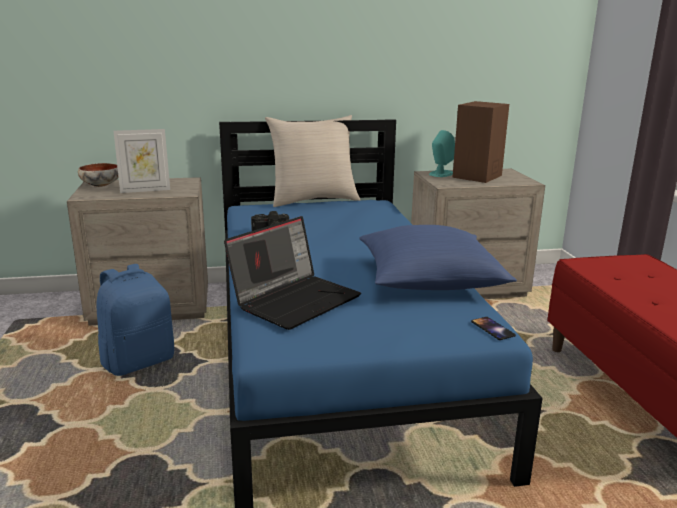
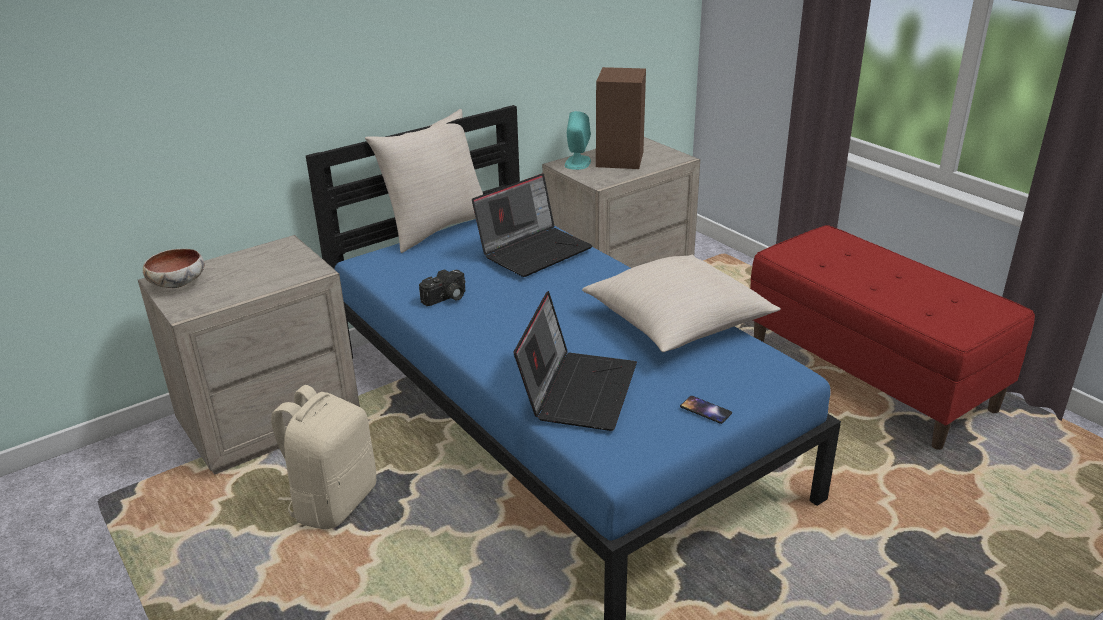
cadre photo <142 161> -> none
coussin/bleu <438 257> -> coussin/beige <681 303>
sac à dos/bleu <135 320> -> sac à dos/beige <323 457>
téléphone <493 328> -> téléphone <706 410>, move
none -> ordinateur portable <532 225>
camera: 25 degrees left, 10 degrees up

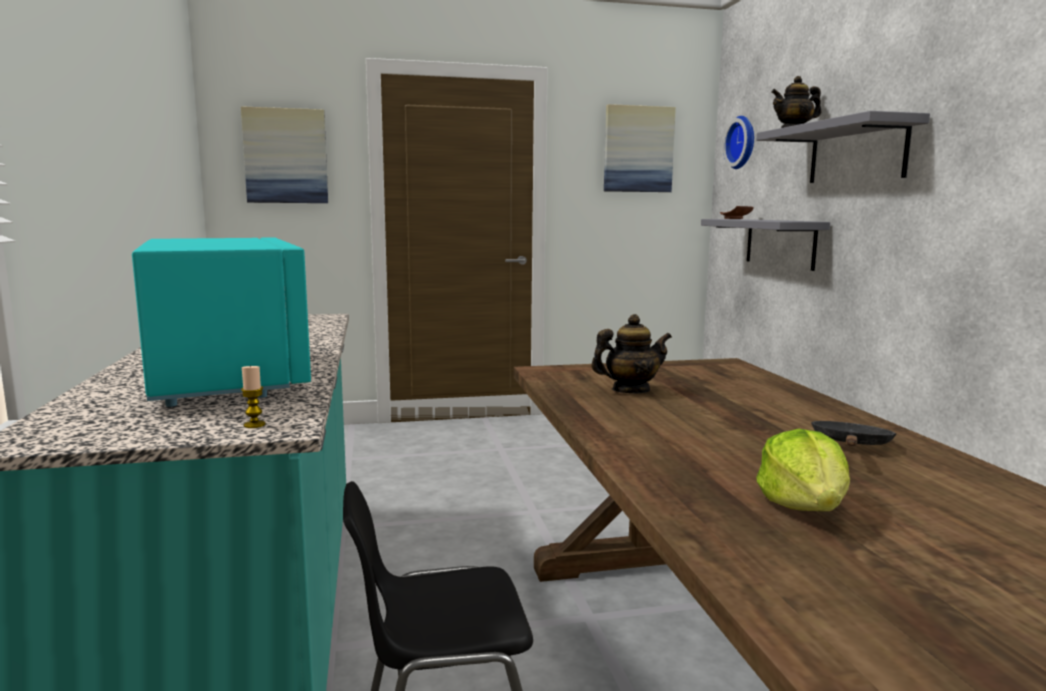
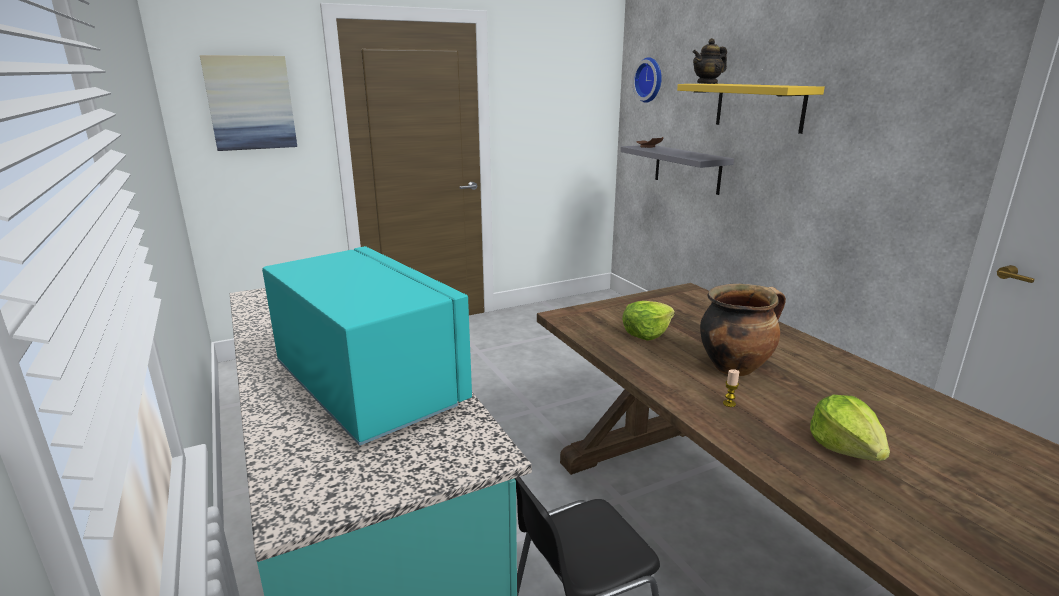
tableau <640 148> -> none
étagère/gris <843 147> -> étagère/jaune <751 109>
théière <631 353> -> laitue <648 321>
bougie <253 396> -> bougie <731 388>, move
poêle/noir <854 433> -> none
none -> marmite <743 330>
camera: 15 degrees left, 10 degrees up

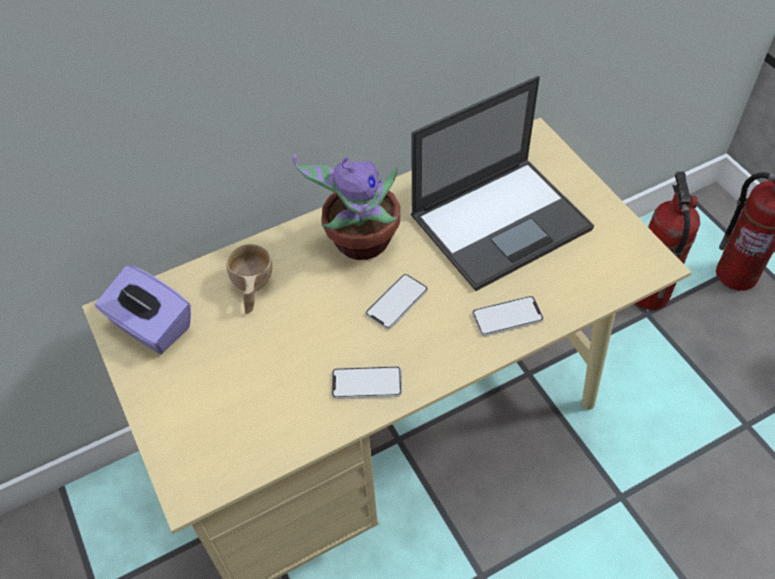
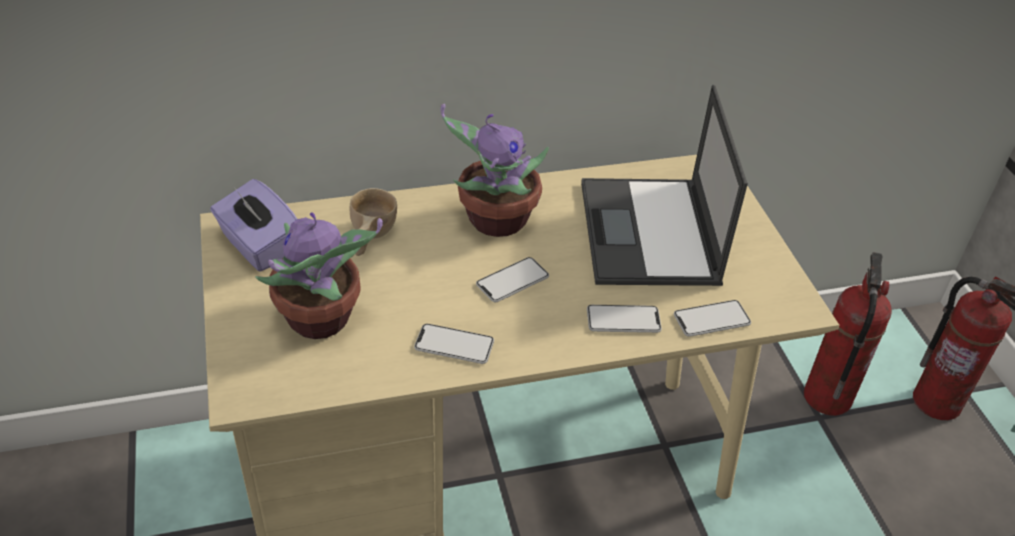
ordinateur portable <502 183> -> ordinateur portable <664 185>, 105 degrees clockwise
none -> plante en pot <319 275>
none -> téléphone <712 318>
camera: 10 degrees right, 10 degrees down

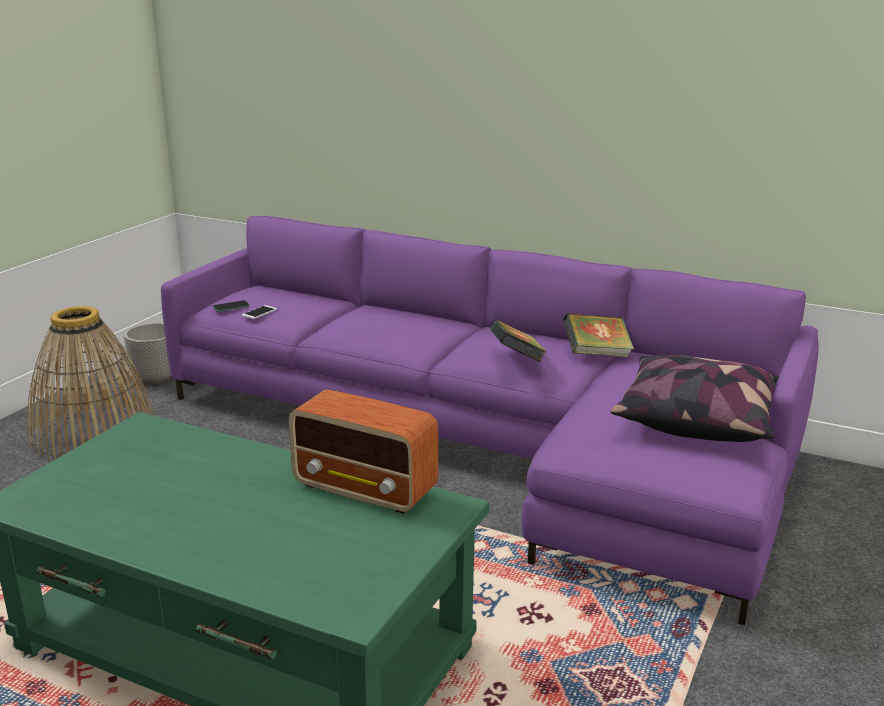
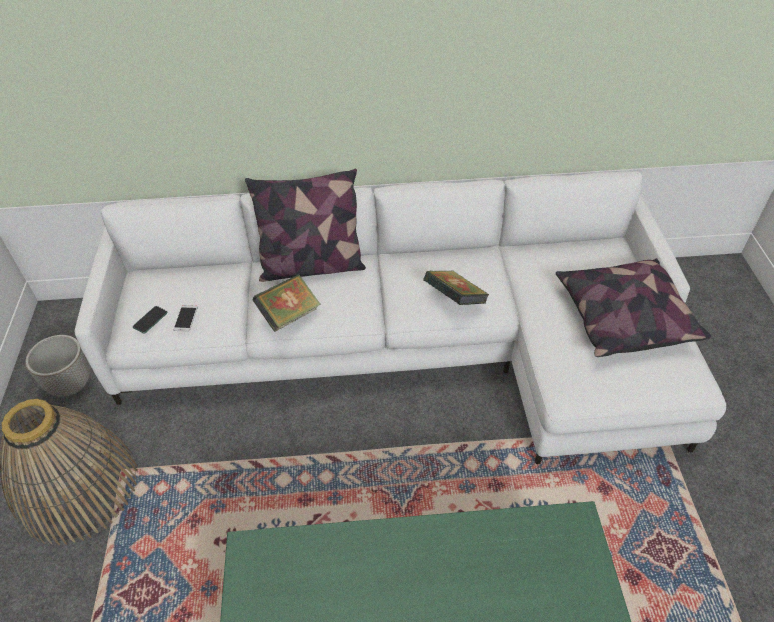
canapé/violet <490 421> -> canapé/blanc <400 317>
livre <598 335> -> livre <286 303>, move
radio <363 451> -> none
none -> coussin <305 225>
camera: 30 degrees left, 25 degrees up

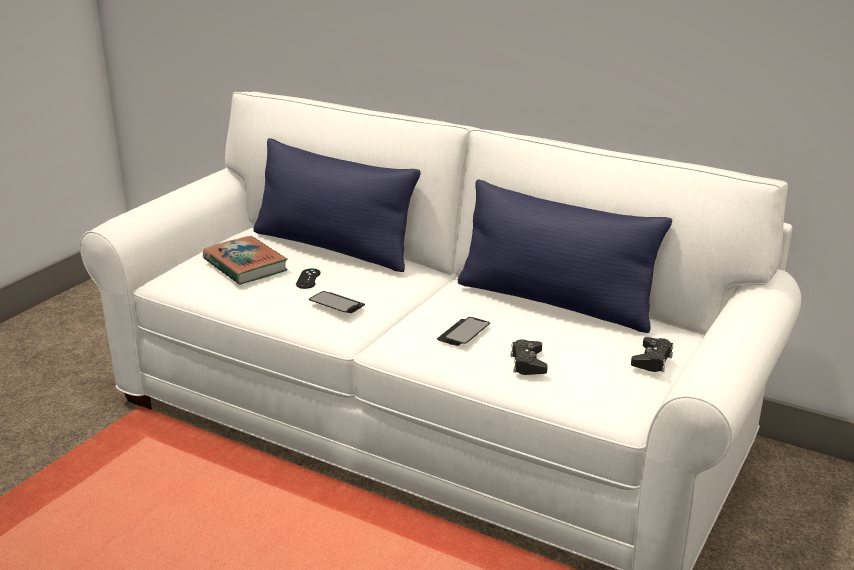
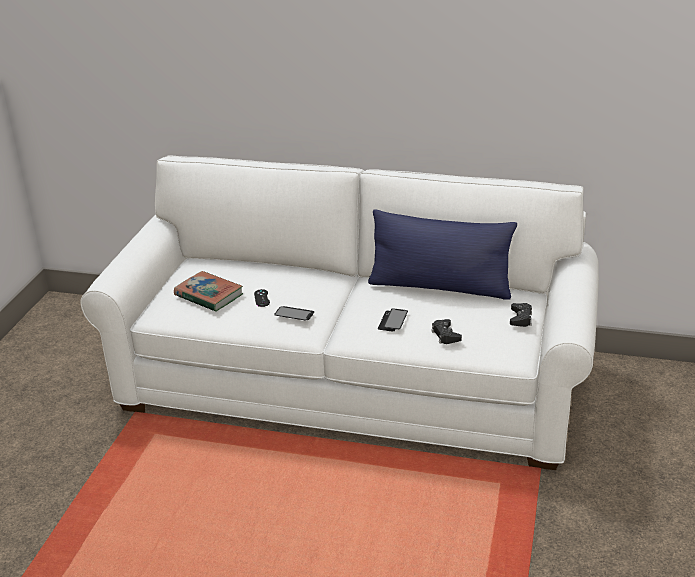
coussin/bleu <337 205> -> none
camera: 15 degrees left, 5 degrees up

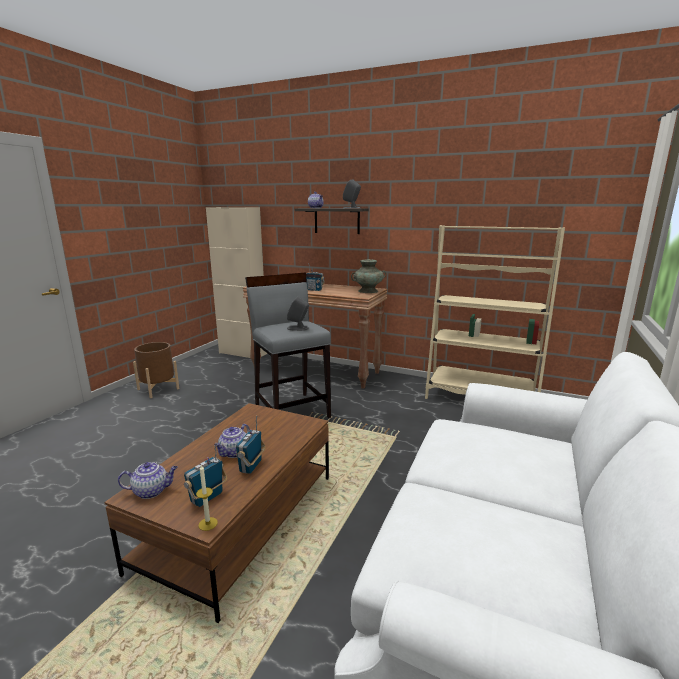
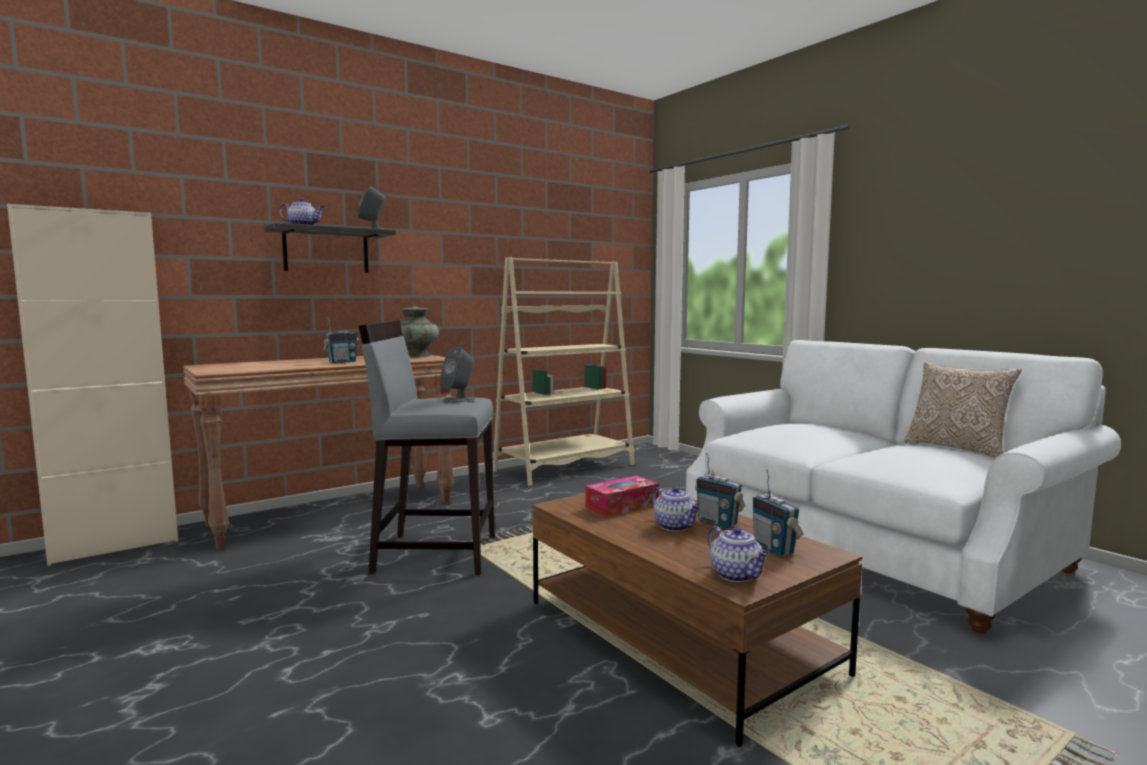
cache-pot/marron <156 370> -> none
théière <148 480> -> théière <738 554>, 135 degrees clockwise
bougie <207 498> -> none
none -> coussin <963 410>
none -> boîte à mouchoirs <622 497>
camera: 60 degrees left, 10 degrees down

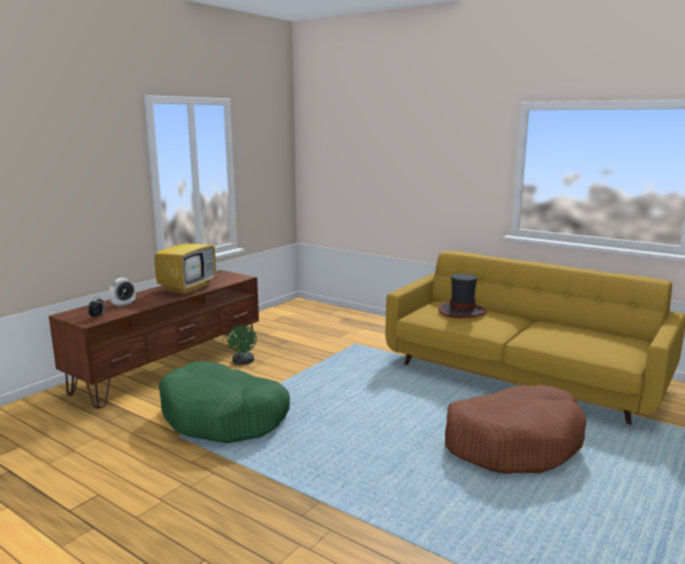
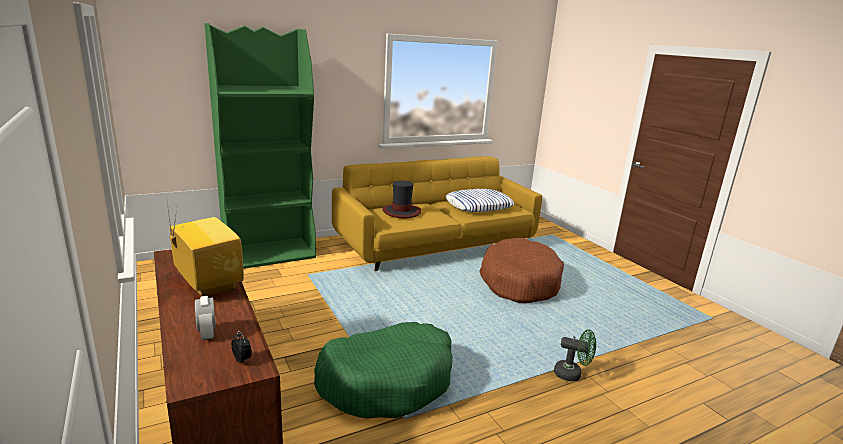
ventilateur/vert <242 345> -> ventilateur/vert <575 355>, move
none -> bibliothèque/vert <260 146>
none -> coussin <480 200>
camera: 65 degrees left, 5 degrees up

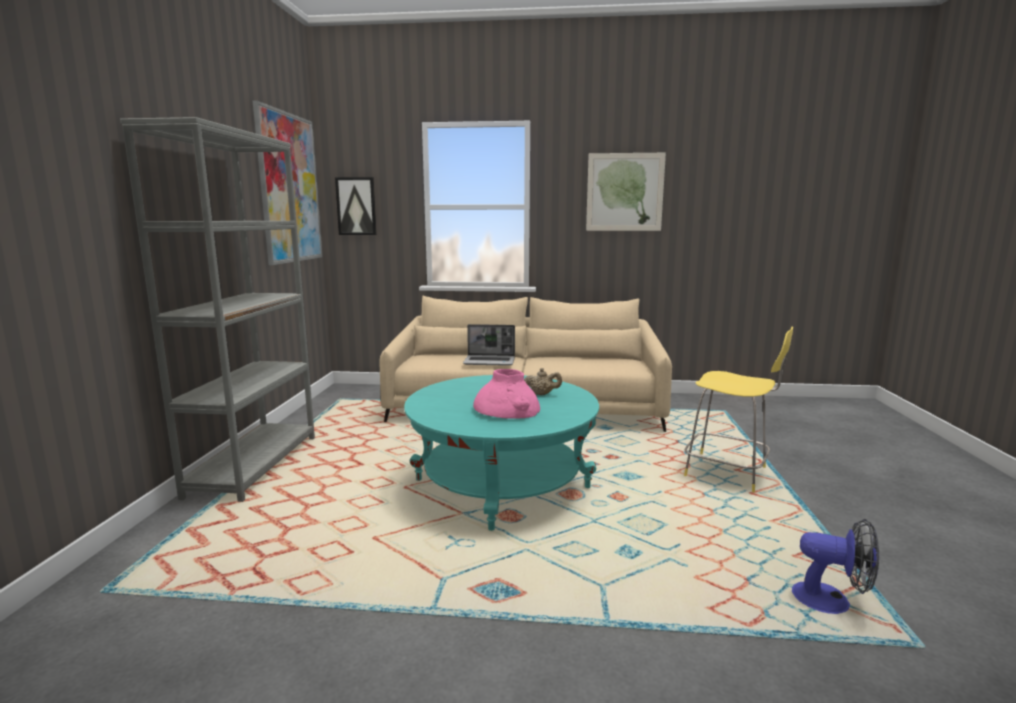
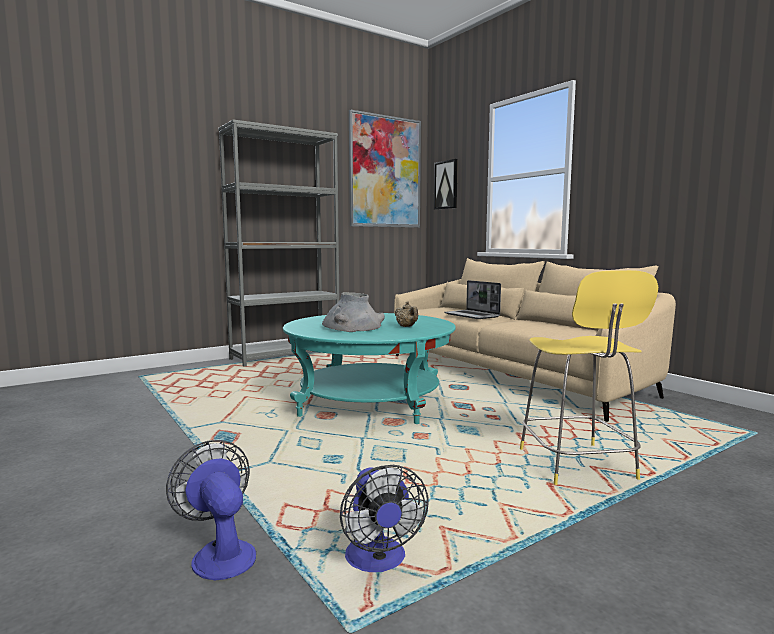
tableau <626 192> -> none
vase/rose <506 394> -> vase/gris <353 312>
none -> ventilateur <211 510>
camera: 50 degrees right, 5 degrees down

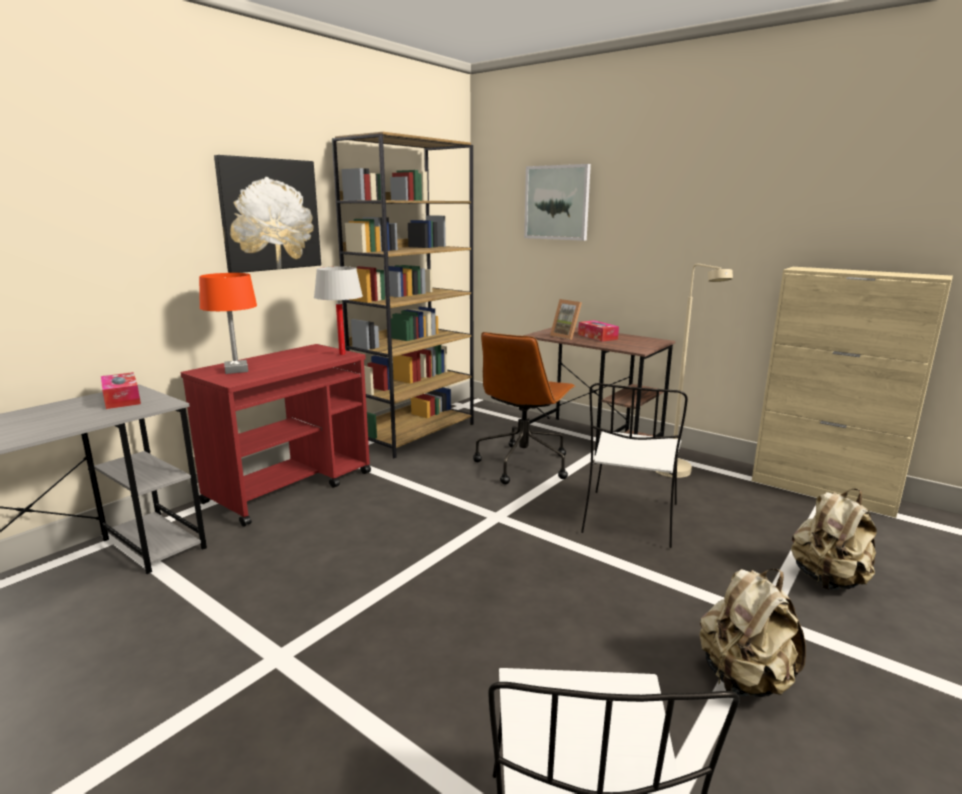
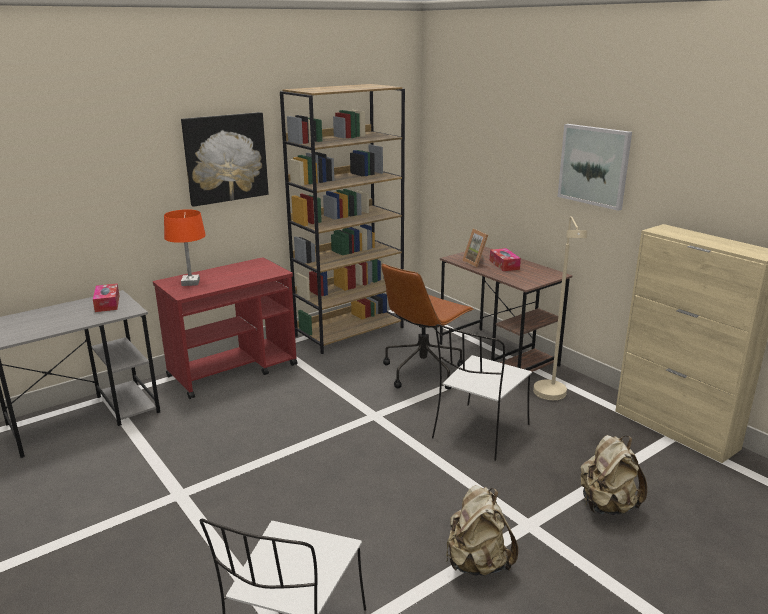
tableau <557 202> -> tableau <595 167>, move
lampe de table/blanc <338 311> -> none
camera: 15 degrees right, 5 degrees up

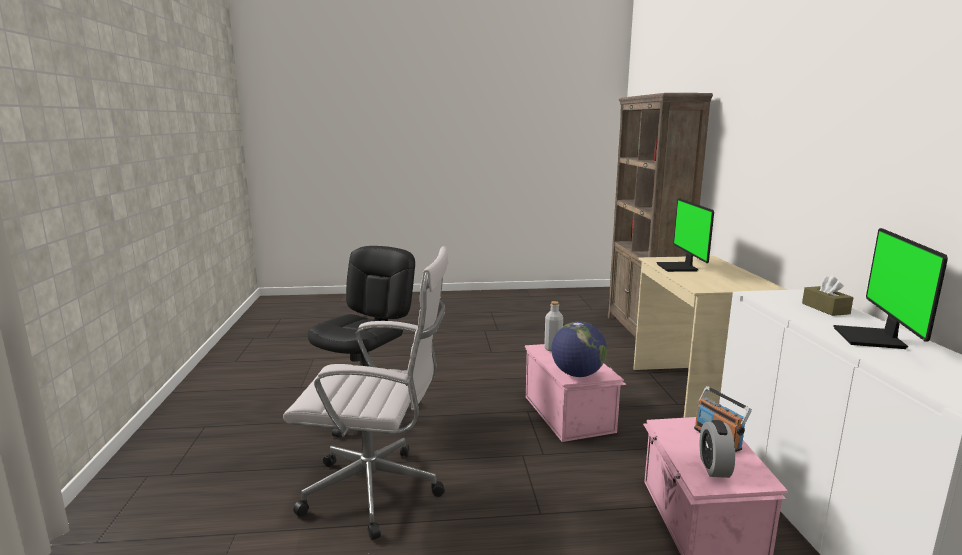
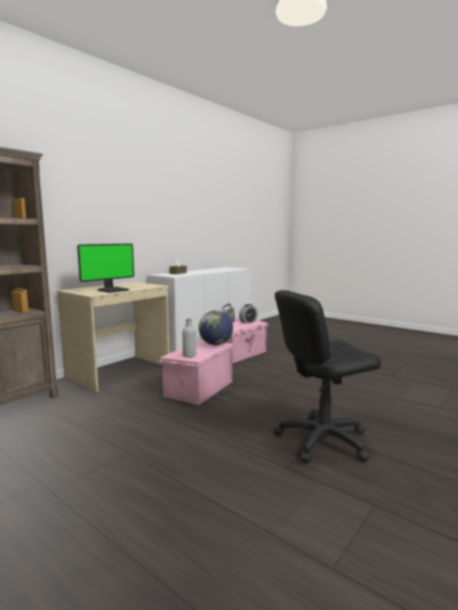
écran d'ordinateur <890 288> -> none
chaise de bureau/blanc <366 393> -> none
camera: 135 degrees left, 5 degrees down

